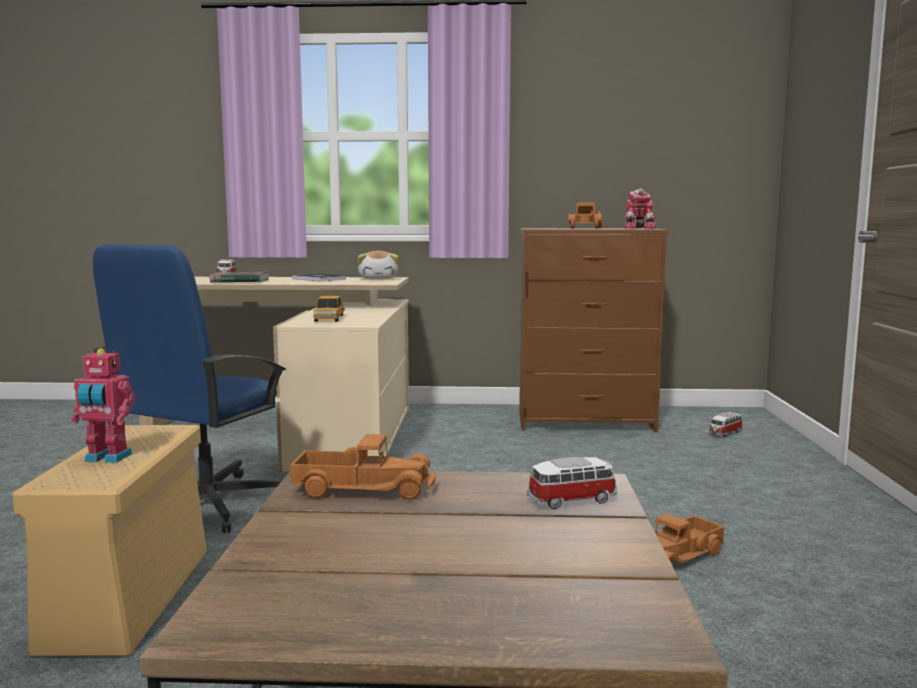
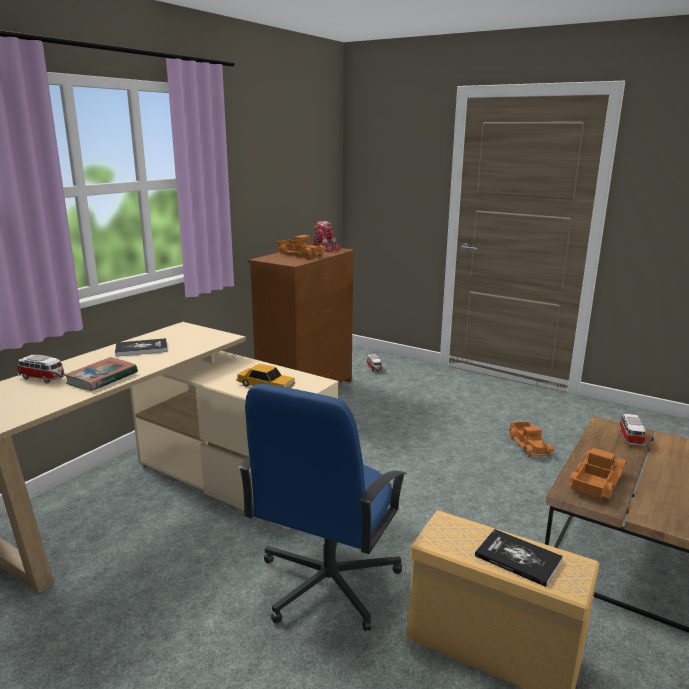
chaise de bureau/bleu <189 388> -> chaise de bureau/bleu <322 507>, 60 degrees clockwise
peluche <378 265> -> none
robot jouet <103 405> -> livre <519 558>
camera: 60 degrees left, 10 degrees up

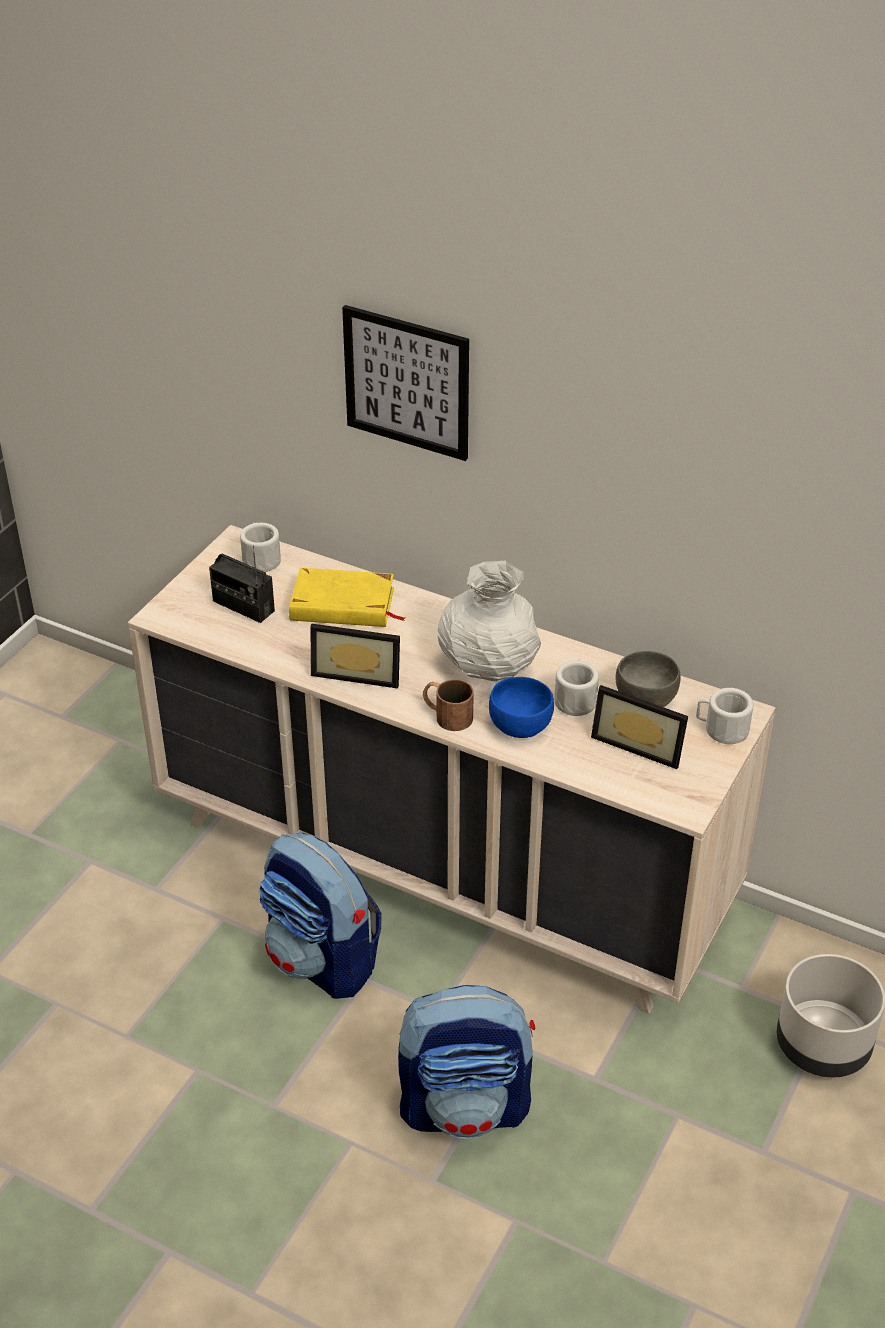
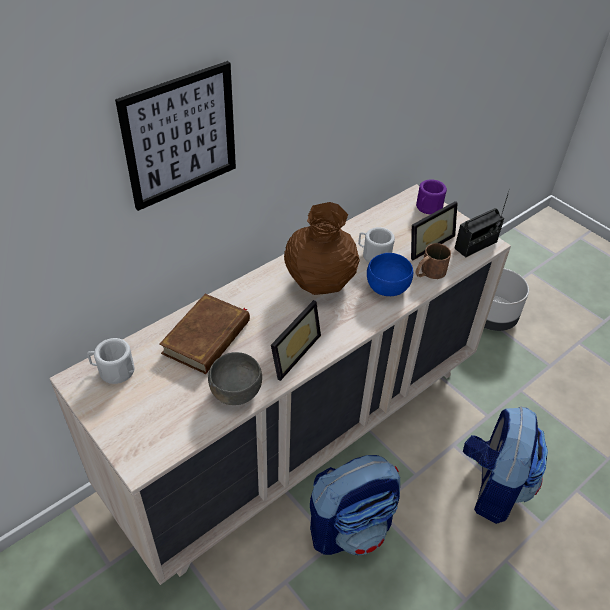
radio <242 584> -> radio <482 223>, move
vase/blanc <489 621> -> vase/marron <322 248>
livre/jaune <347 597> -> livre/marron <204 334>
bol/gris <648 679> -> bol/gris <235 378>, move
mug/marron <448 705> -> mug/marron <433 261>, move
mug/blanc <725 716> -> mug/violet <431 196>
camera: 70 degrees left, 5 degrees up

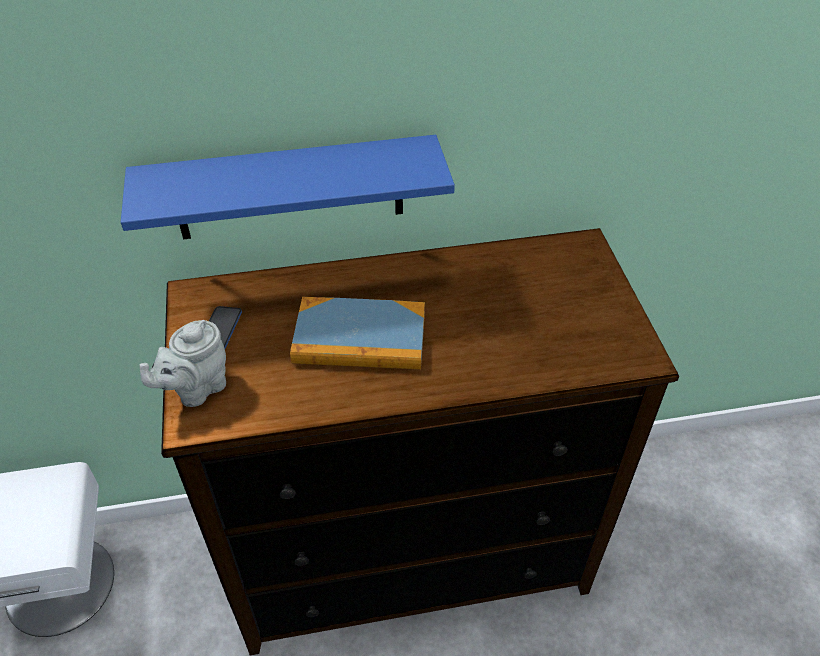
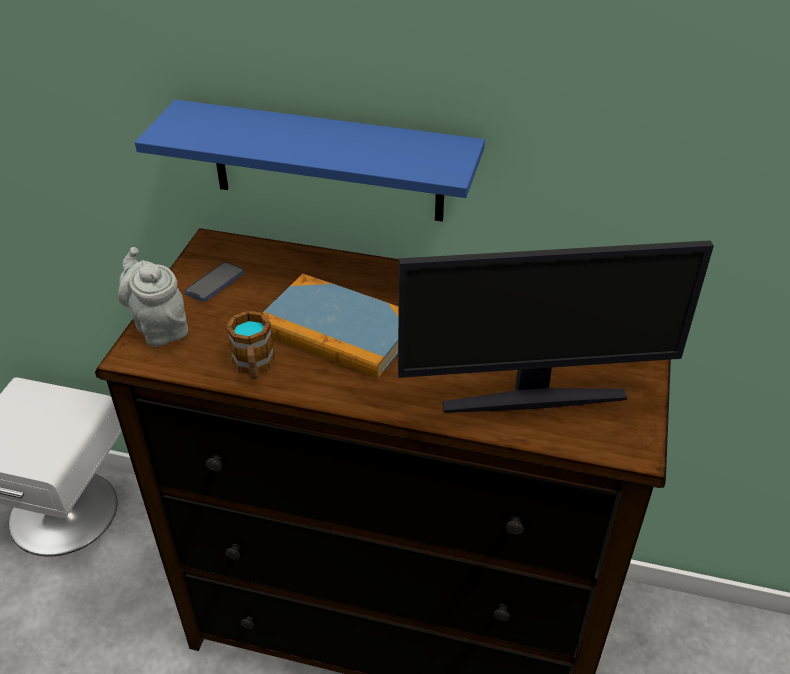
théière/gris <182 363> -> théière/gris <153 297>, 75 degrees clockwise
none -> écran d'ordinateur <556 326>
none -> mug <250 345>
camera: 25 degrees right, 5 degrees down

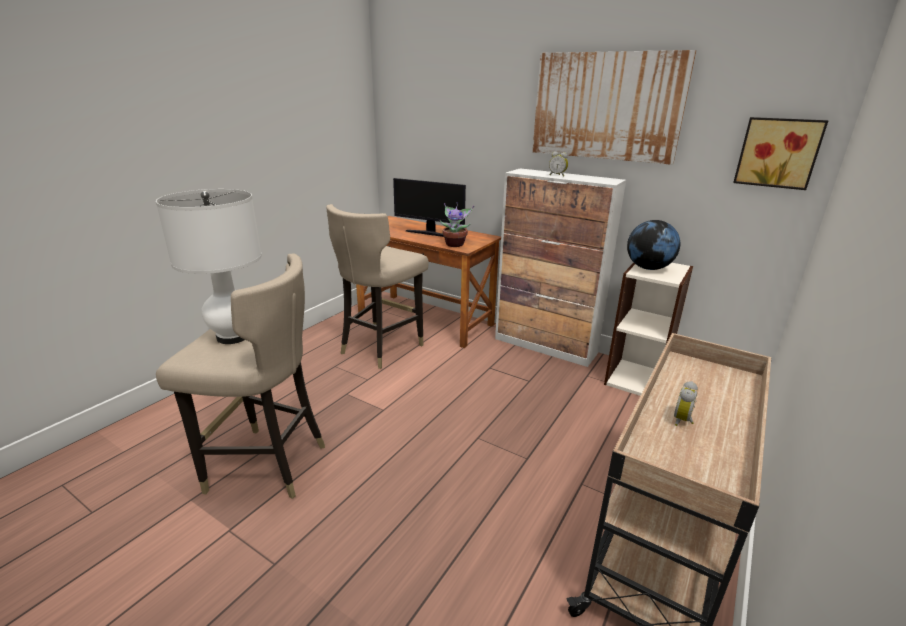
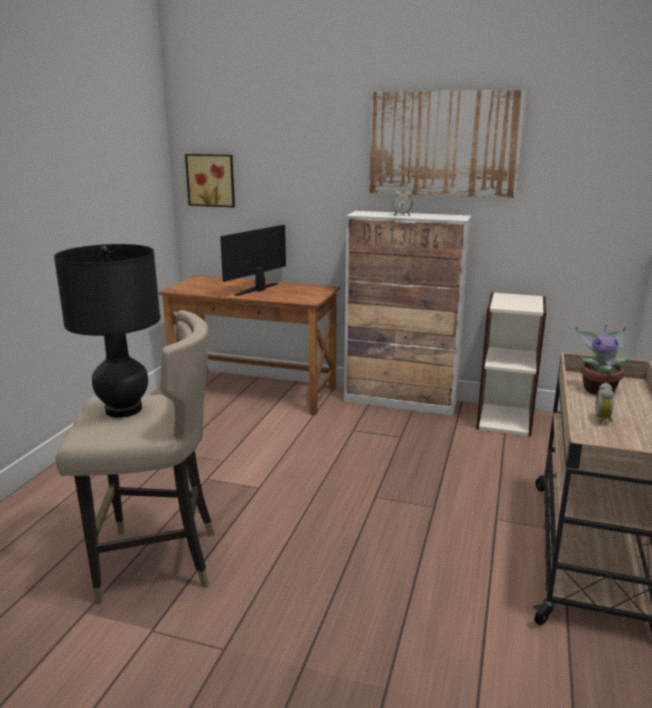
tableau <780 153> -> tableau <210 180>, move
écran d'ordinateur <429 207> -> écran d'ordinateur <253 260>, 120 degrees clockwise
lampe de table/blanc <209 266> -> lampe de table/noir <107 331>
plante en pot <457 225> -> plante en pot <603 360>, move
tabouret/beige <377 286> -> none
globe <653 245> -> none
camera: 15 degrees left, 5 degrees down

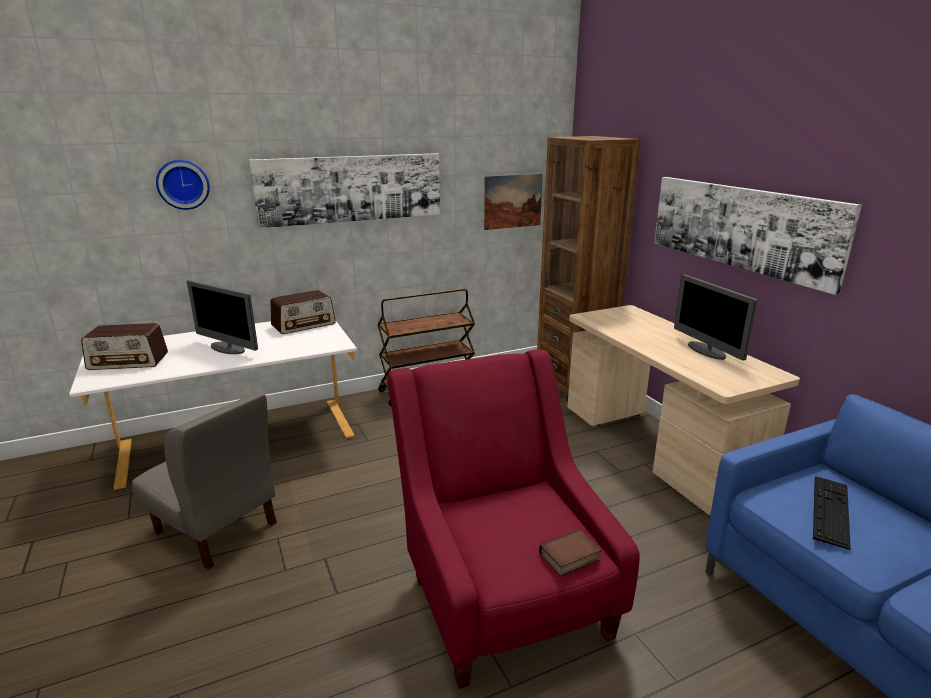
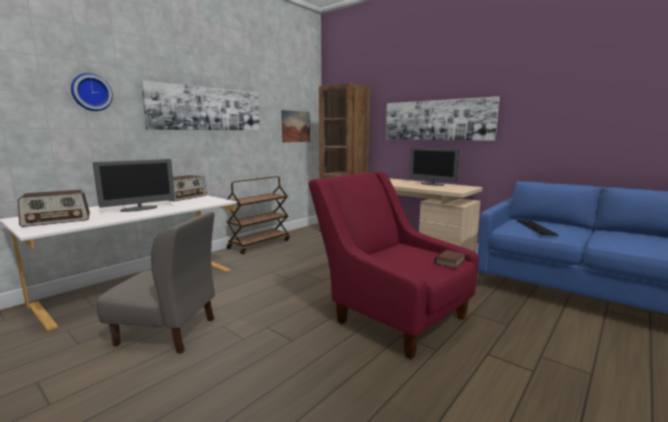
écran d'ordinateur <222 317> -> écran d'ordinateur <134 185>, 45 degrees counterclockwise
camera: 25 degrees left, 10 degrees down

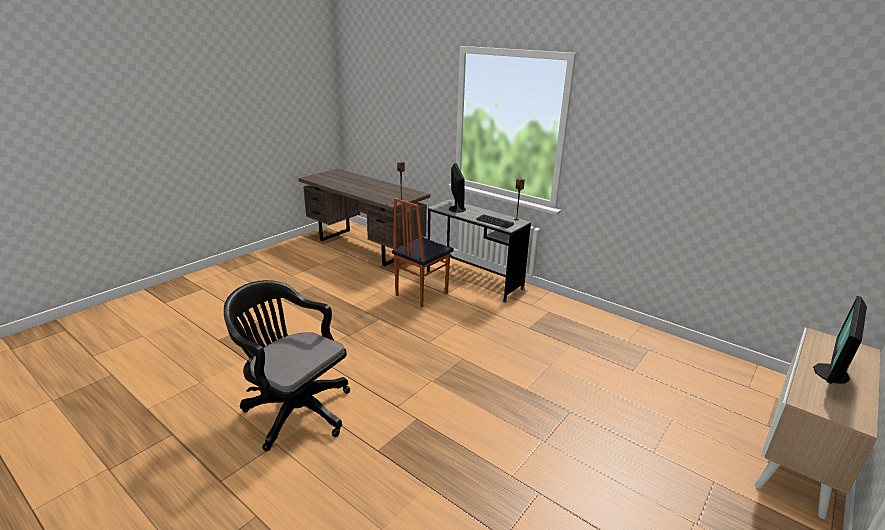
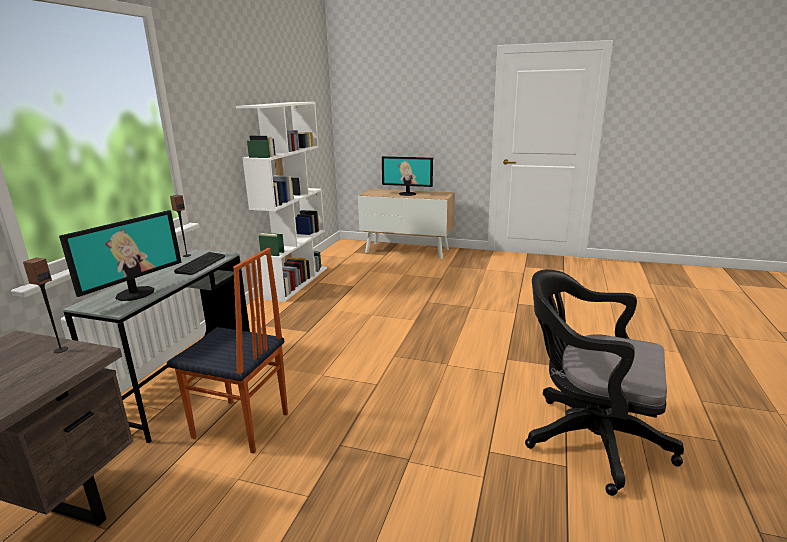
écran d'ordinateur <457 188> -> écran d'ordinateur <120 255>, 150 degrees clockwise
chaise de bureau/noir <287 365> -> chaise de bureau/noir <604 382>, 105 degrees clockwise
none -> bibliothèque/blanc <281 202>
camera: 110 degrees left, 5 degrees down

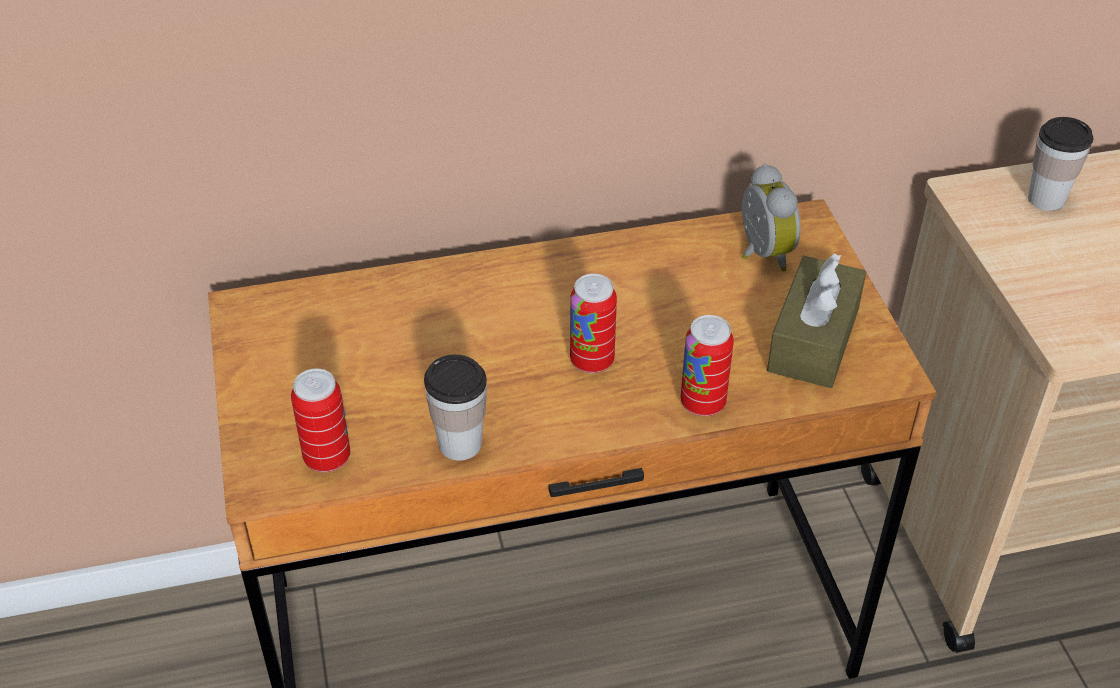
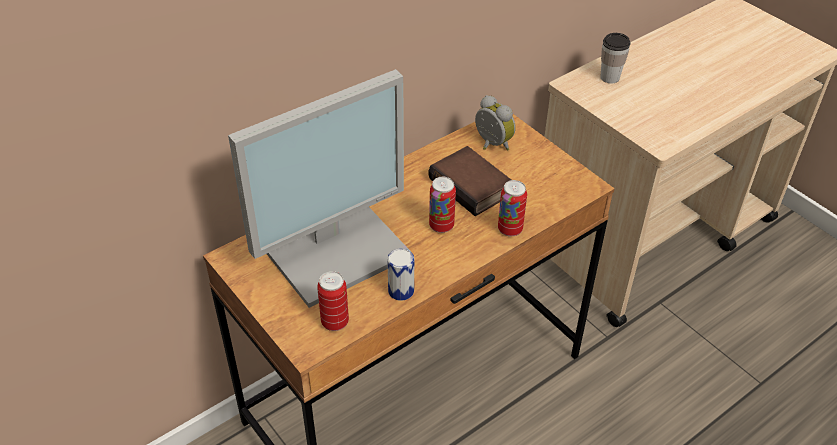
boîte à mouchoirs/marron <816 320> -> none
tasse <455 407> -> boîte métallique <400 274>
none -> écran d'ordinateur <319 188>
none -> livre <469 181>
camera: 25 degrees left, 0 degrees up

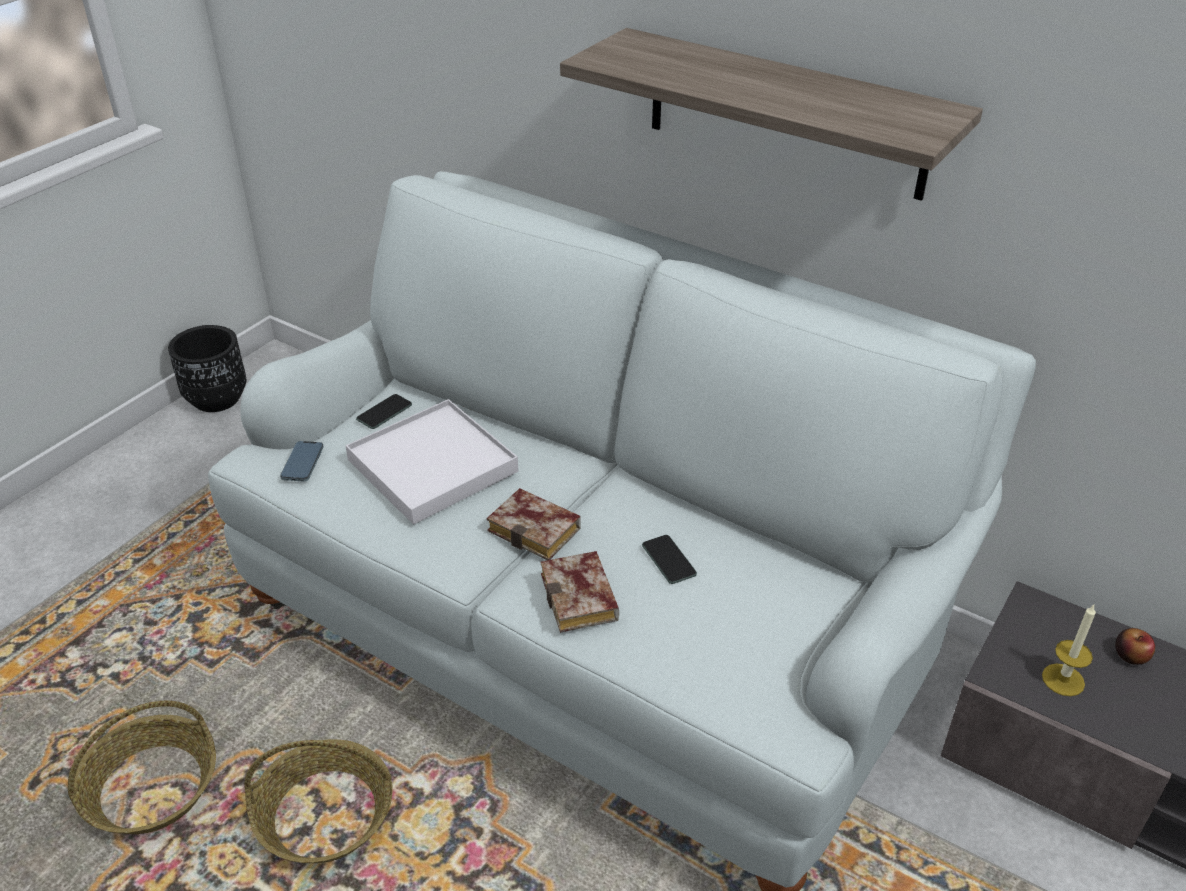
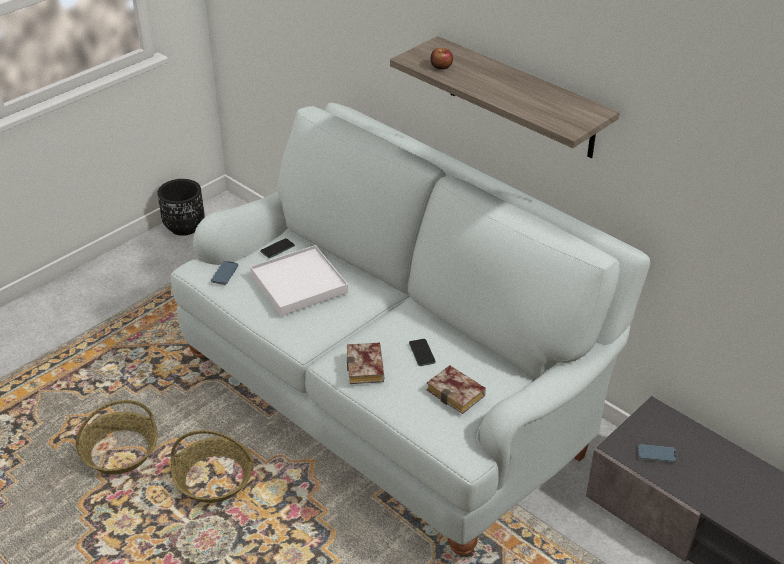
livre <533 524> -> livre <456 389>, move
bougie <1069 650> -> téléphone <657 453>
pomme <1135 646> -> pomme <441 59>, move
camera: 10 degrees right, 0 degrees up

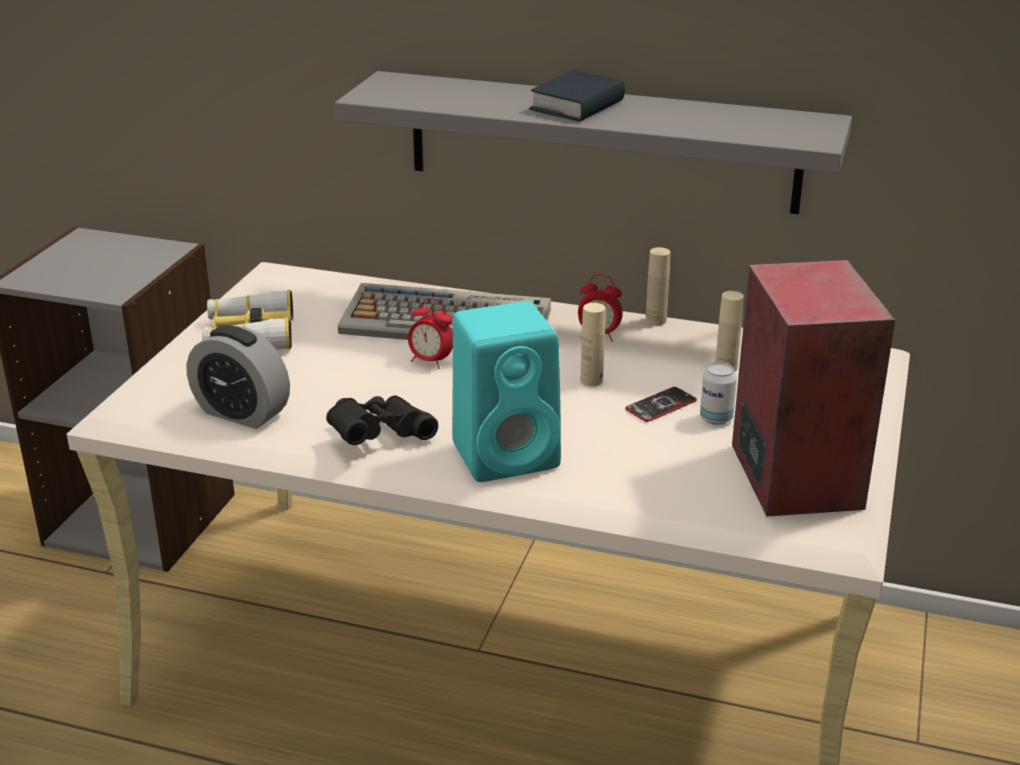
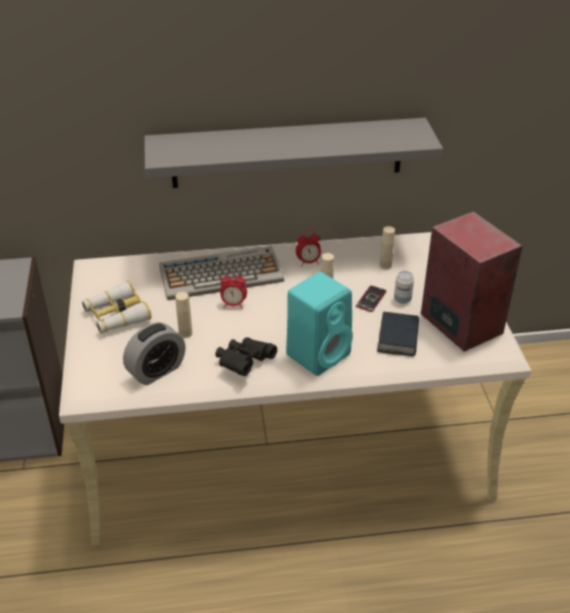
livre <577 96> -> livre <398 334>, move
bouteille/beige <658 286> -> bouteille/beige <183 315>, move
réveil <238 377> -> réveil <154 353>, 45 degrees counterclockwise
camera: 25 degrees left, 10 degrees up

